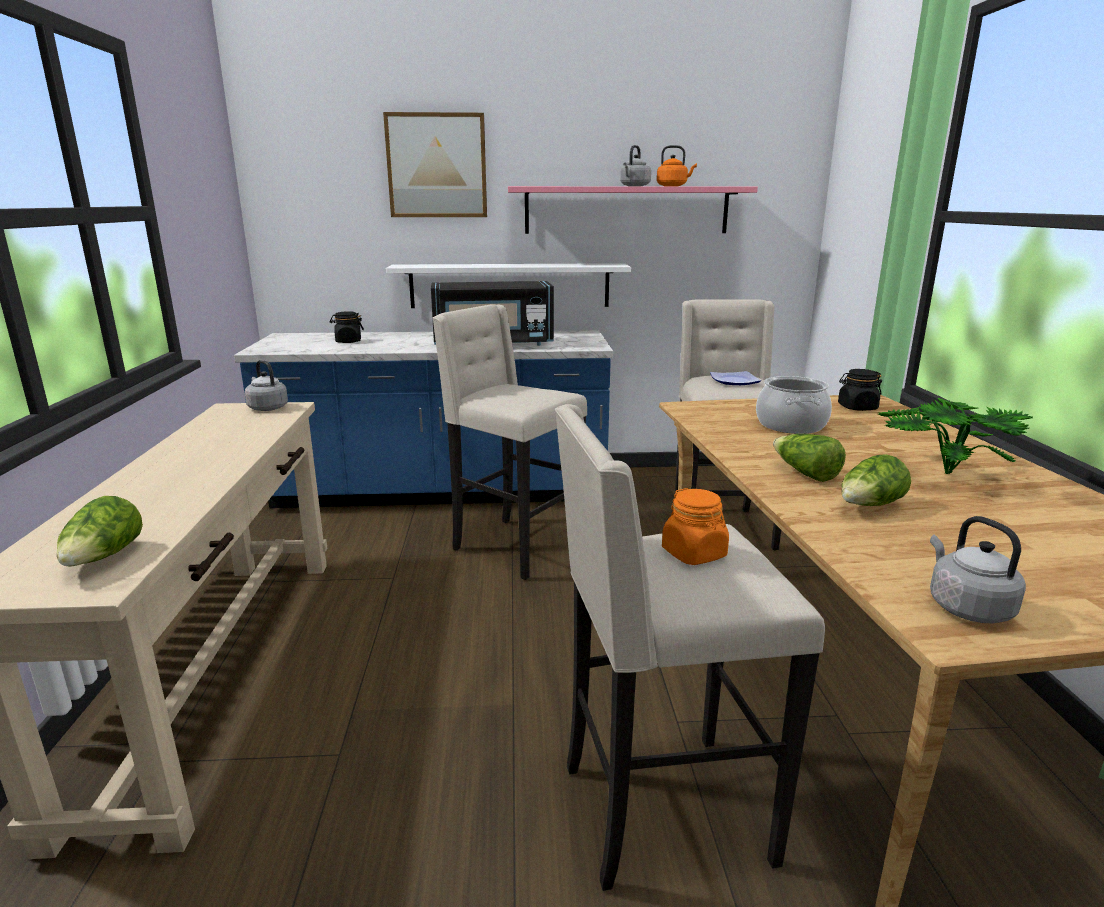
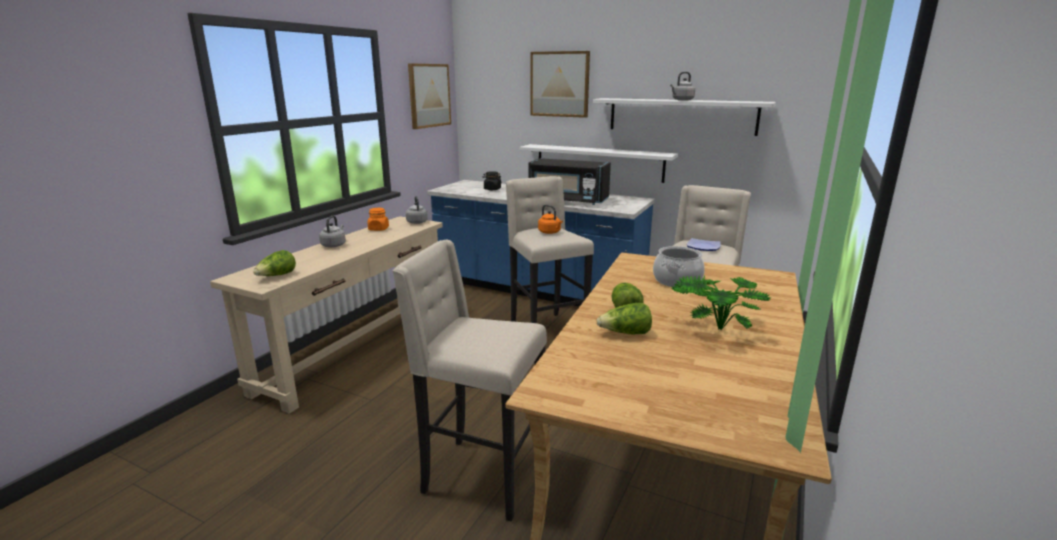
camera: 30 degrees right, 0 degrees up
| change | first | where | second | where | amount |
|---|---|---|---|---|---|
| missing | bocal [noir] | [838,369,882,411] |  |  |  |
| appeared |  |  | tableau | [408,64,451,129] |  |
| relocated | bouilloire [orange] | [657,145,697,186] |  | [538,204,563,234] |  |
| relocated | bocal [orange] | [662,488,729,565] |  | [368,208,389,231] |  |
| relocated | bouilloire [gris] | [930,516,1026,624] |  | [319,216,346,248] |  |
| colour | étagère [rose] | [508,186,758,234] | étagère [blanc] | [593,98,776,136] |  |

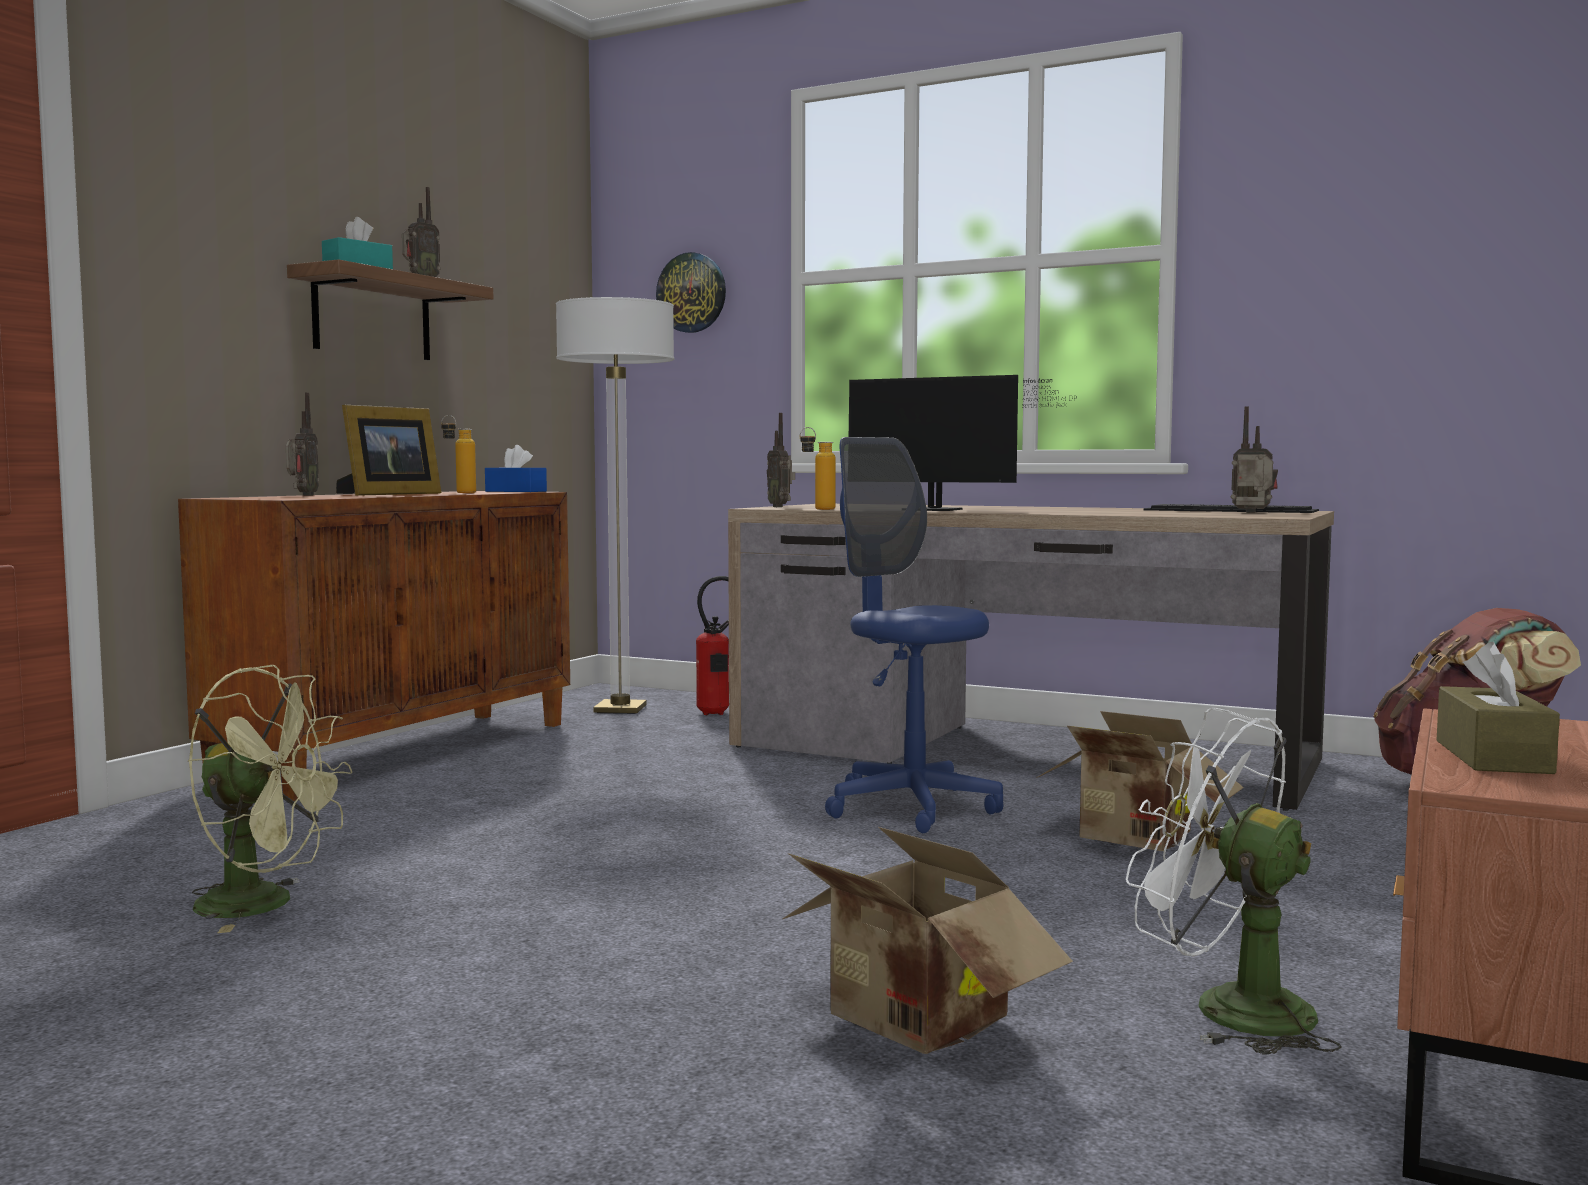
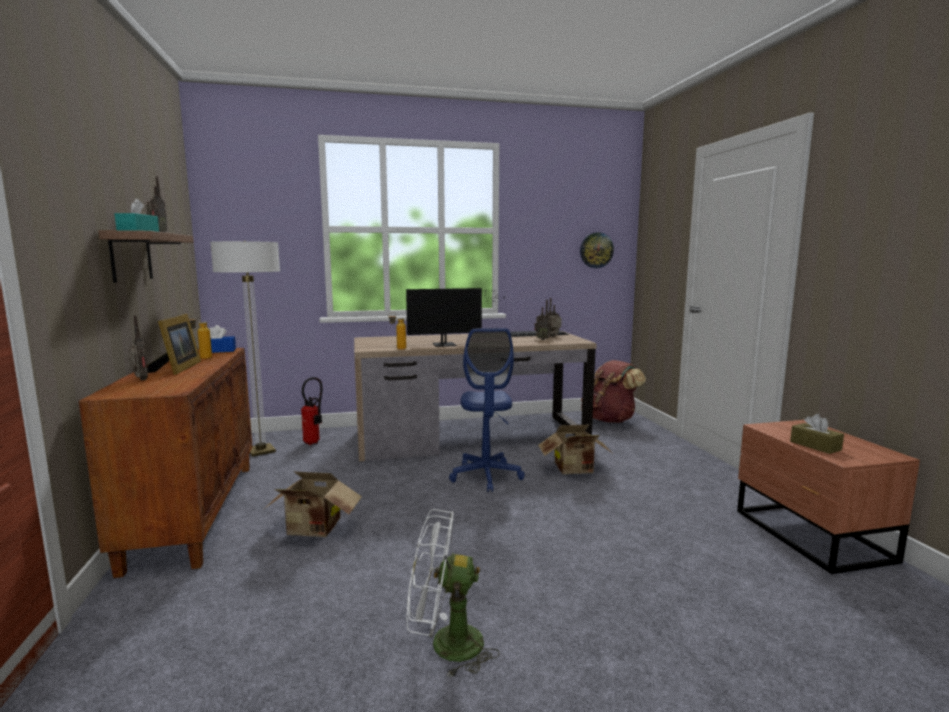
camera: 40 degrees left, 5 degrees up
| change | first | where | second | where | amount |
|---|---|---|---|---|---|
| missing | ventilateur [vert] | [188,665,352,933] |  |  |  |
| relocated | horloge murale | [656,252,726,333] |  | [580,232,614,268] |  |
| relocated | radio | [767,413,795,507] |  | [534,300,551,340] |  |
| relocated | carton | [783,827,1073,1054] |  | [264,471,362,537] |  |
| relocated | ventilateur [blanc] | [1126,708,1341,1055] |  | [407,509,500,678] |  |
| spun | chaise de bureau [bleu] | [825,437,1003,833] |  | [449,328,525,492] | 105 degrees counterclockwise |

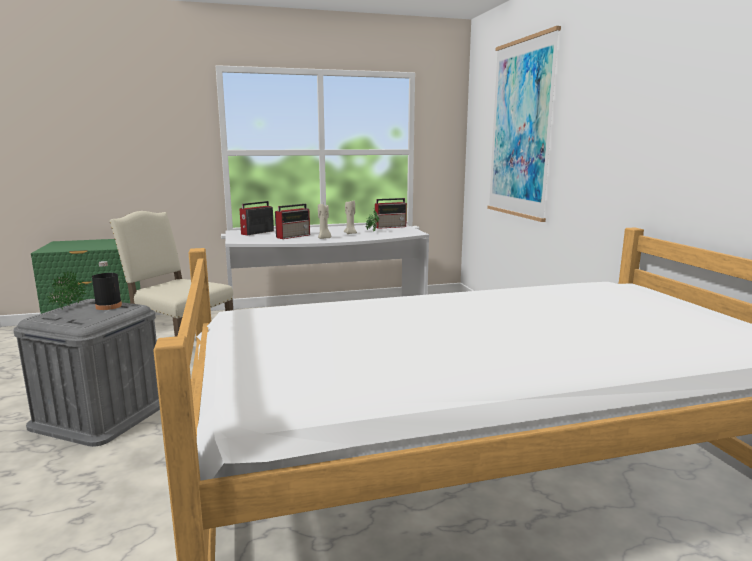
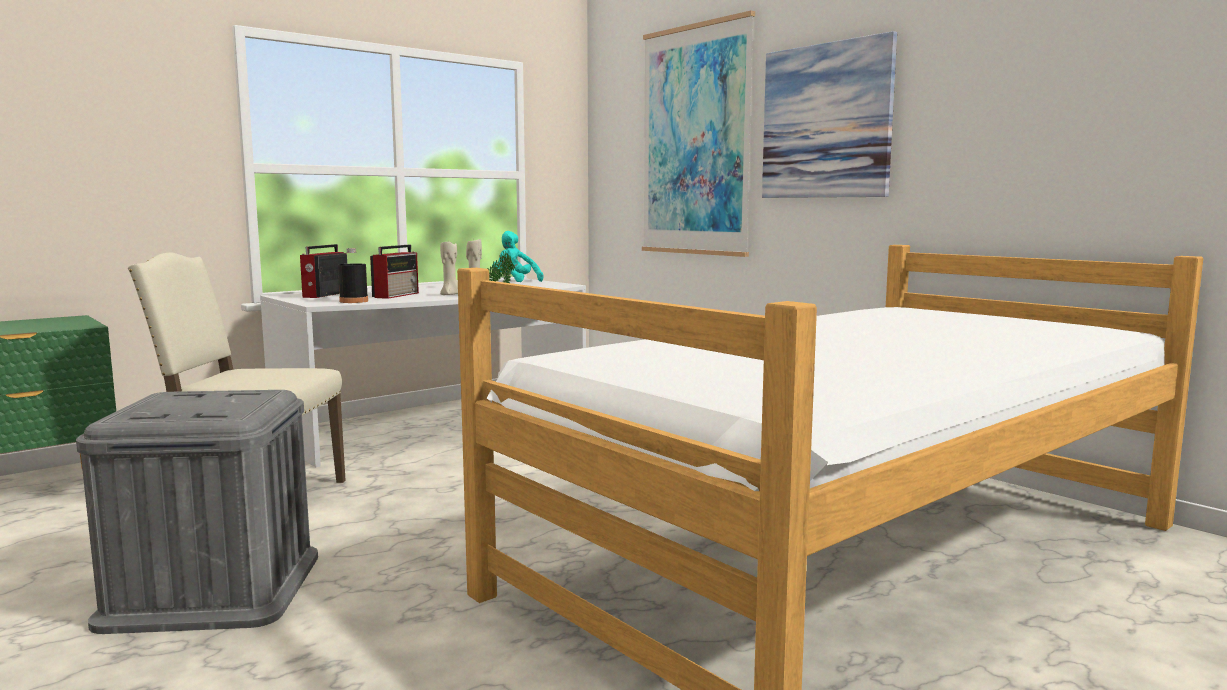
camera: 25 degrees left, 5 degrees down
| change | first | where | second | where | amount |
|---|---|---|---|---|---|
| missing | plante en pot | [47,271,86,309] |  |  |  |
| appeared |  |  | tableau | [762,31,897,198] |  |
| relocated | bouteille [noir] | [92,261,122,310] |  | [338,248,368,303] |  |
| exchanged | radio | [375,198,407,229] | peluche [turquoise] | [492,231,543,282] |  |

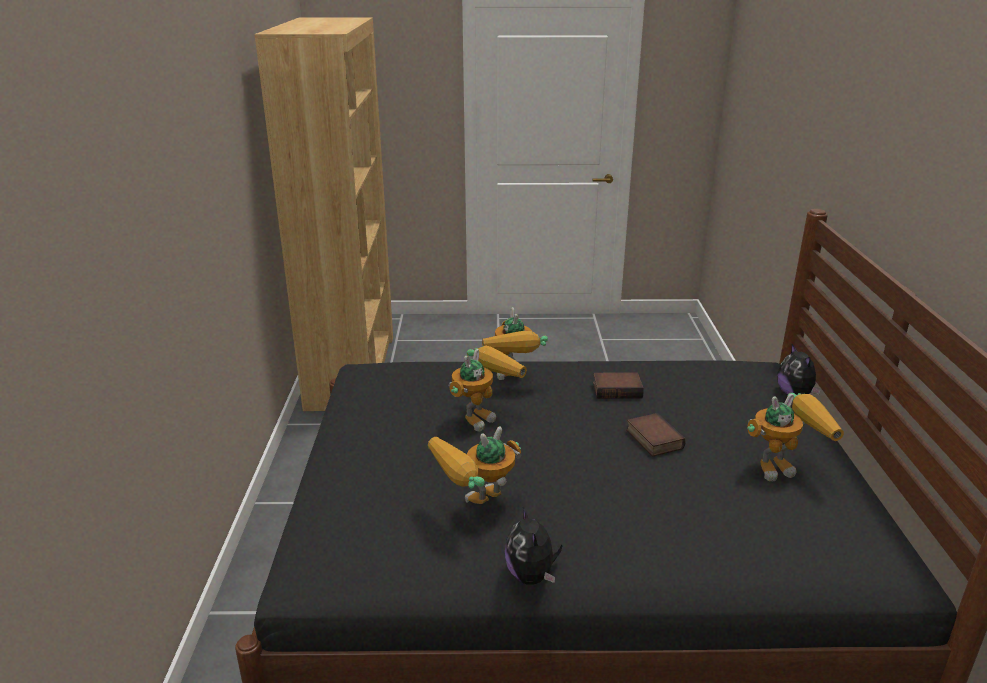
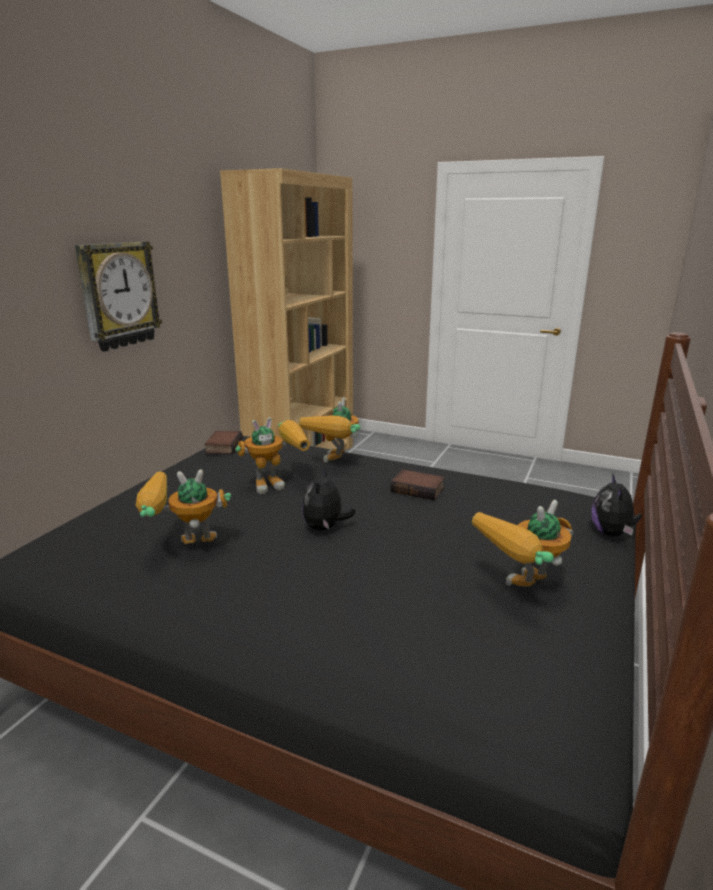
camera: 25 degrees right, 5 degrees down
| change | first | where | second | where | amount |
|---|---|---|---|---|---|
| appeared |  |  | horloge murale | [75,242,162,351] |  |
| relocated | peluche | [505,507,562,585] |  | [302,467,356,531] |  |
| relocated | livre | [626,413,686,457] |  | [204,431,243,454] |  |
| spun | robot jouet | [747,393,844,481] |  | [472,500,574,587] | 135 degrees clockwise |

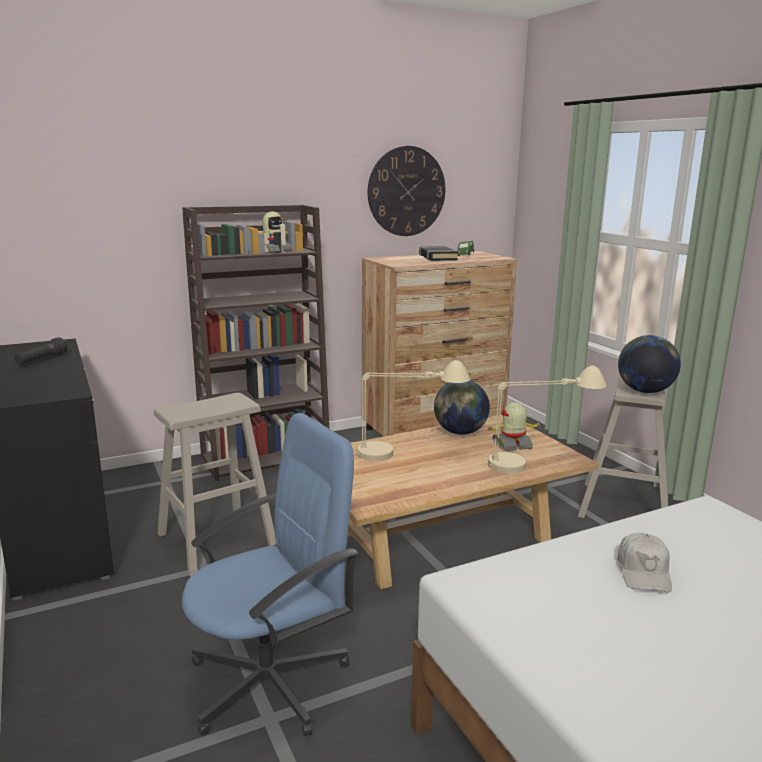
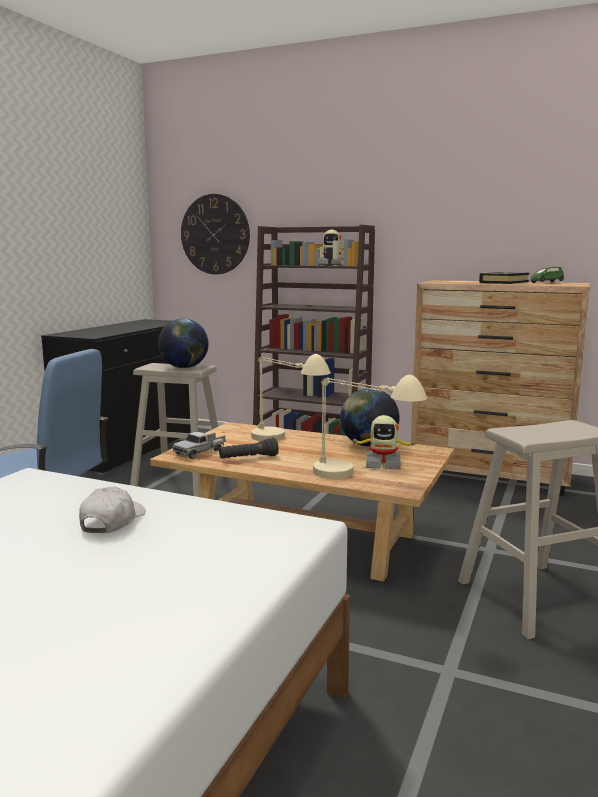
camera: 50 degrees right, 5 degrees down
| change | first | where | second | where | amount |
|---|---|---|---|---|---|
| appeared |  |  | camion jouet | [172,432,225,459] |  |
| relocated | lampe de poche [noir] | [14,337,68,365] |  | [219,438,279,459] |  |
| relocated | horloge murale | [368,146,445,236] |  | [181,194,250,274] |  |
| relocated | globe | [618,335,681,393] |  | [158,319,209,368] |  |
| spun | robot jouet | [486,403,541,451] |  | [350,415,416,469] | 150 degrees clockwise |
| spun | casquette [blanc] | [617,533,672,593] |  | [79,486,146,533] | 135 degrees clockwise |

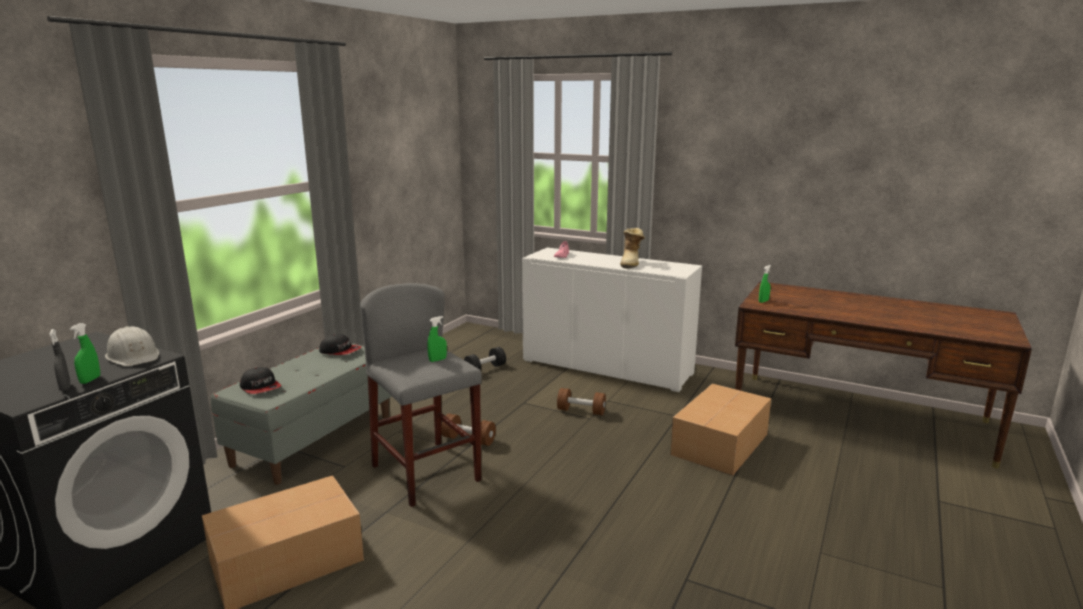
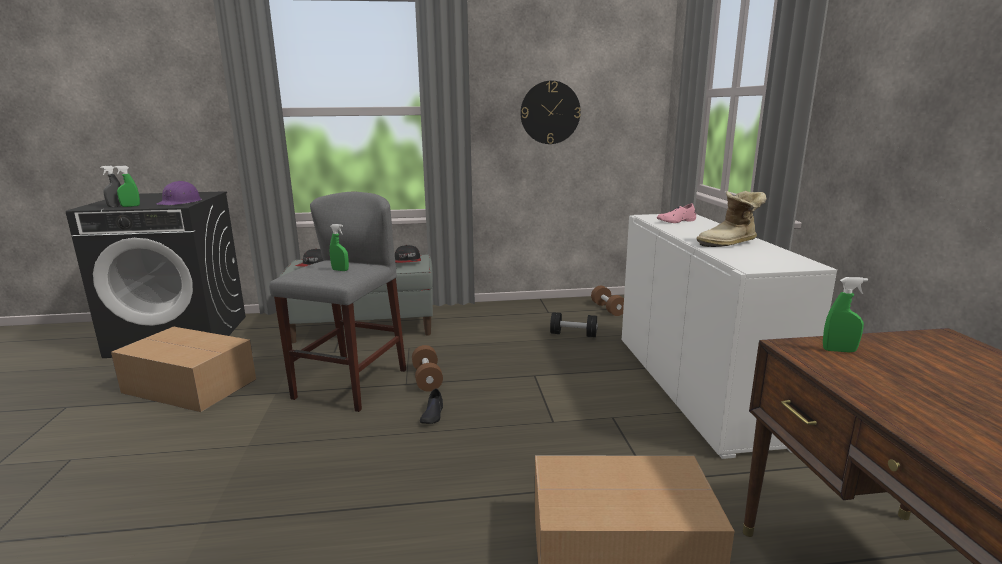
camera: 55 degrees right, 0 degrees up
| change | first | where | second | where | amount |
|---|---|---|---|---|---|
| appeared |  |  | chaussure [noir] | [420,388,443,424] |  |
| appeared |  |  | horloge murale | [520,81,581,144] |  |
| relocated | haltère [marron] | [557,388,606,415] |  | [591,286,624,316] |  |
| colour | casque de chantier [blanc] | [105,326,159,366] | casque de chantier [violet] | [156,181,202,205] |  |

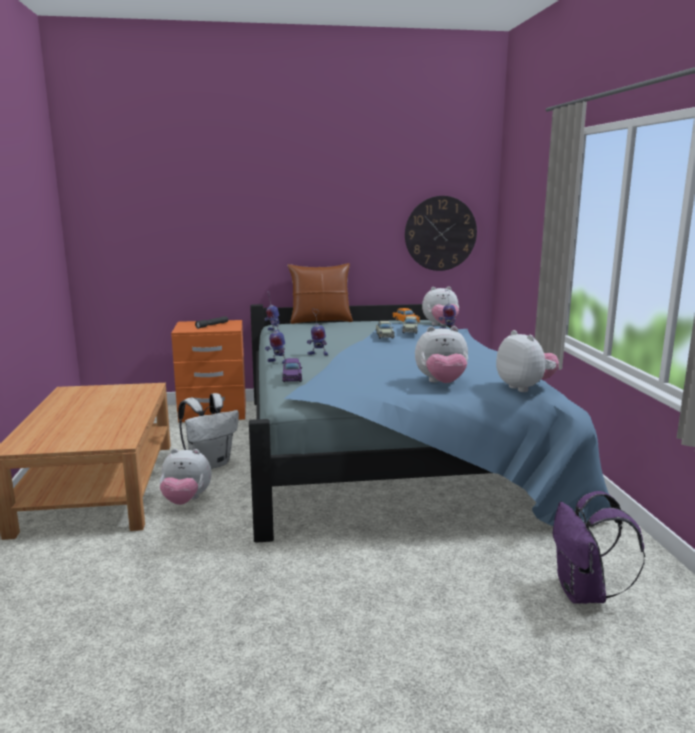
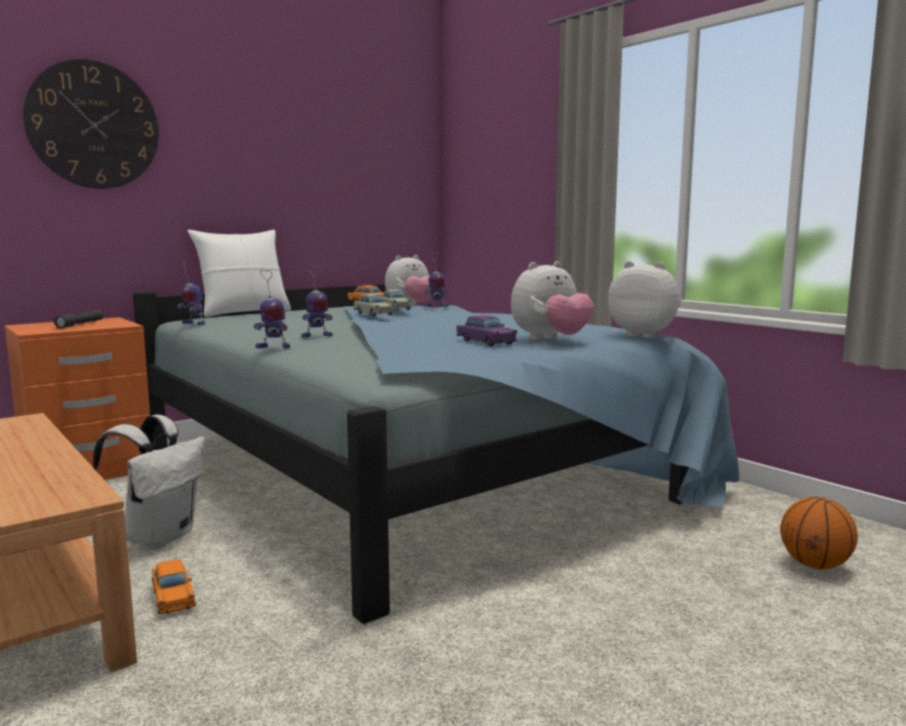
camera: 30 degrees left, 5 degrees down
| change | first | where | second | where | amount |
|---|---|---|---|---|---|
| relocated | petite voiture [violet] | [282,358,302,382] |  | [457,315,517,347] |  |
| relocated | horloge murale | [405,196,477,271] |  | [23,59,159,189] |  |
| exchanged | peluche | [159,449,212,505] | petite voiture [orange] | [152,560,196,614] |  |
| exchanged | sac à dos [violet] | [553,491,645,604] | ballon de basket | [780,496,858,569] |  |
| colour | coussin [marron] | [288,263,353,324] | coussin [blanc] | [187,230,291,317] |  |

